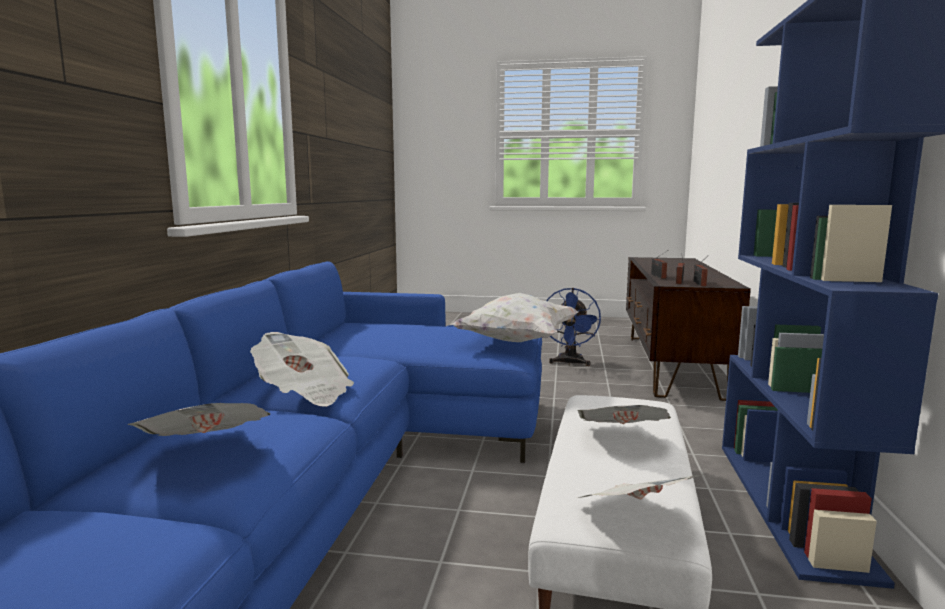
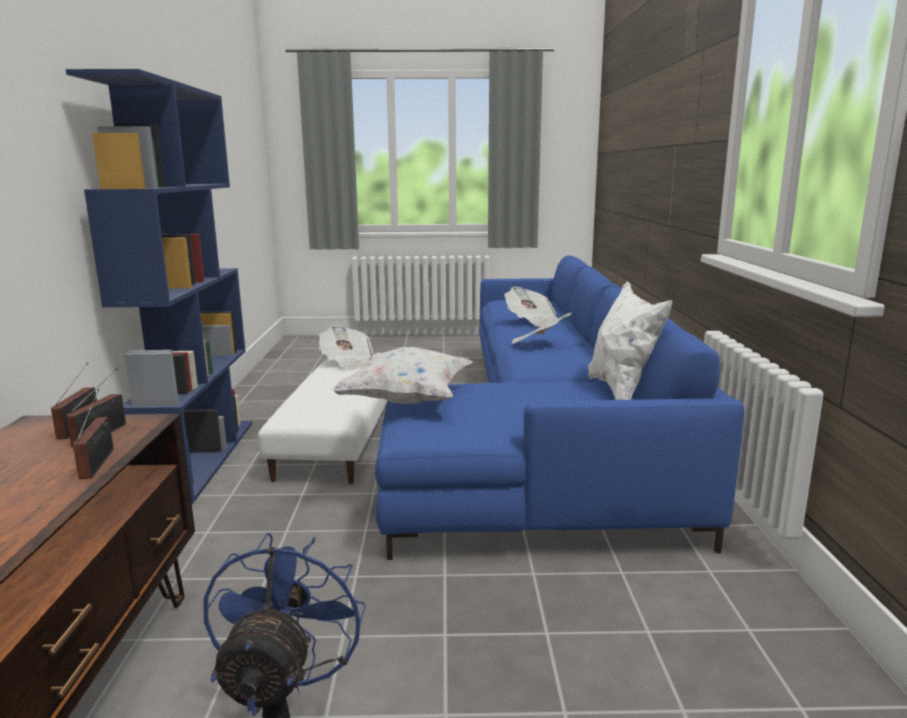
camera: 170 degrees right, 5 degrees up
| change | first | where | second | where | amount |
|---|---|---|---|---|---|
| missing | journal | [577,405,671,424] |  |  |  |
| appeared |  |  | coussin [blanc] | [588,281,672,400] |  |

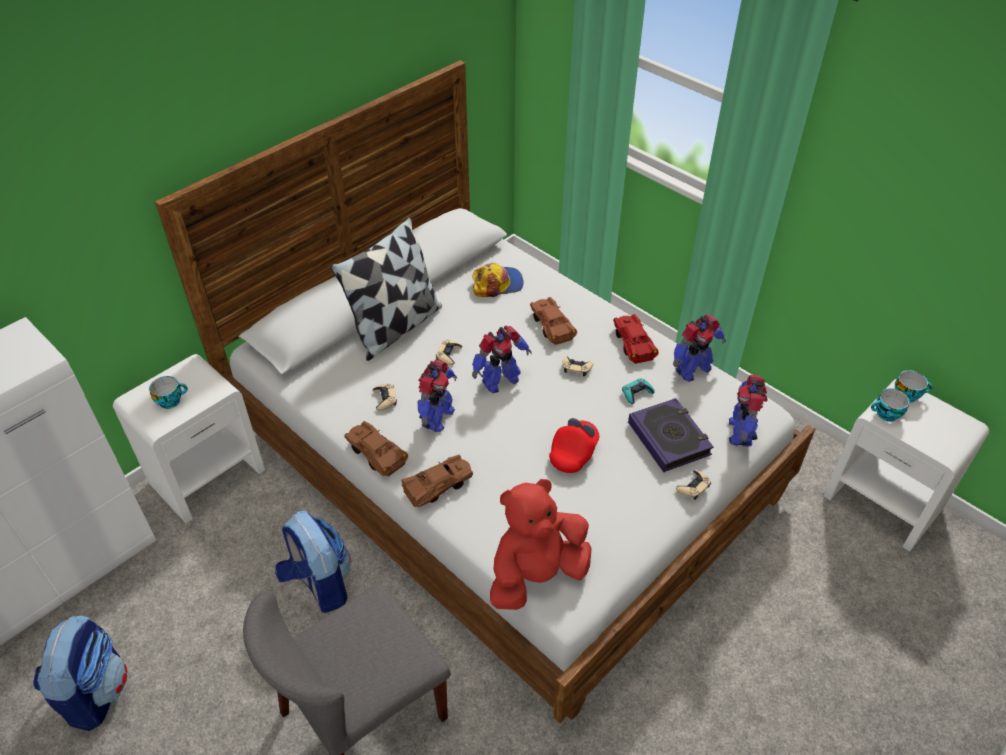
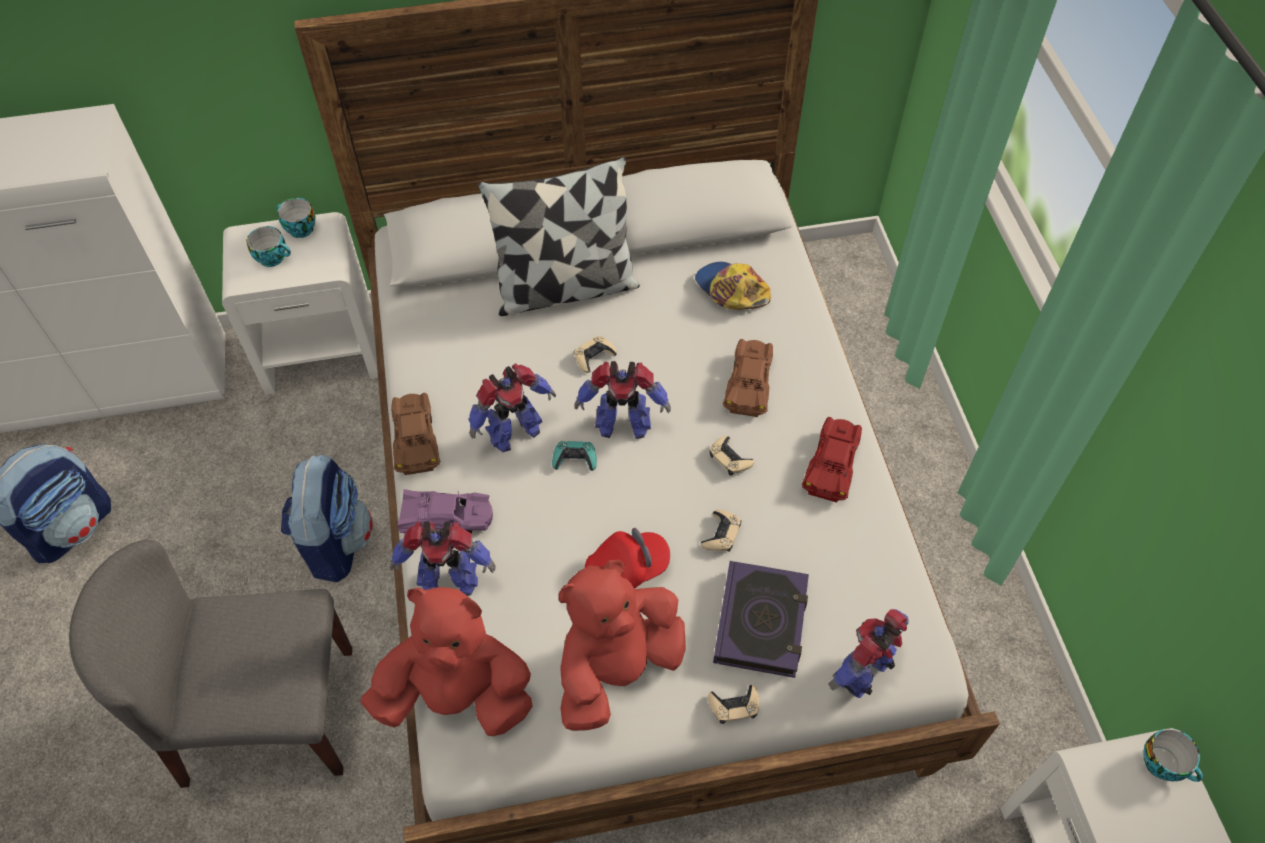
camera: 35 degrees right, 10 degrees up
| change | first | where | second | where | amount |
|---|---|---|---|---|---|
| appeared |  |  | peluche [rouge] | [558,560,686,731] |  |
| relocated | manette [beige] | [373,384,397,411] |  | [701,510,741,552] |  |
| relocated | manette [turquoise] | [622,378,655,404] |  | [552,441,597,471] |  |
| relocated | robot jouet | [673,315,726,382] |  | [390,522,496,596] |  |
| relocated | tasse | [871,388,909,422] |  | [277,198,316,238] |  |
| colour | petite voiture [marron] | [402,455,473,507] | petite voiture [violet] | [398,489,493,535] |  |
| spun | casquette | [472,263,524,297] |  | [695,262,771,310] | 150 degrees counterclockwise |

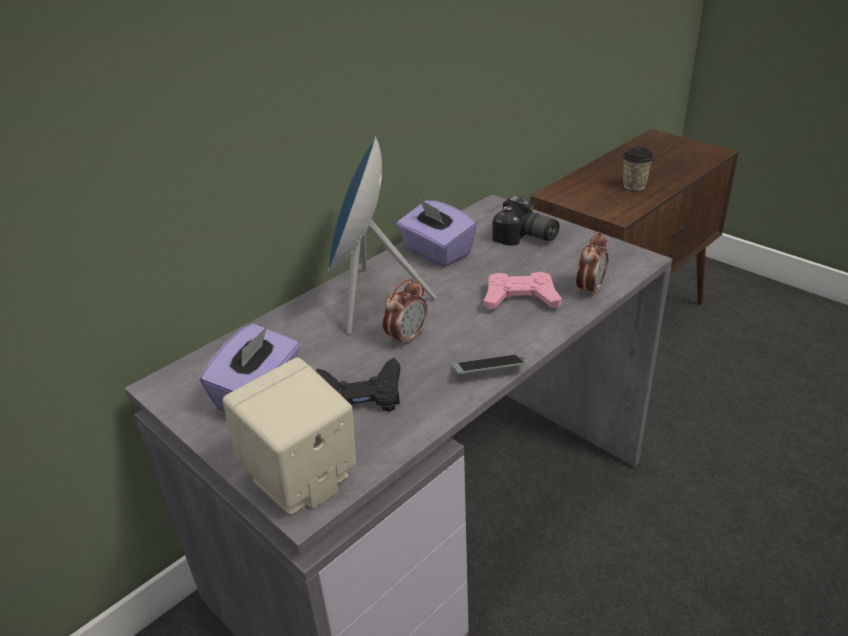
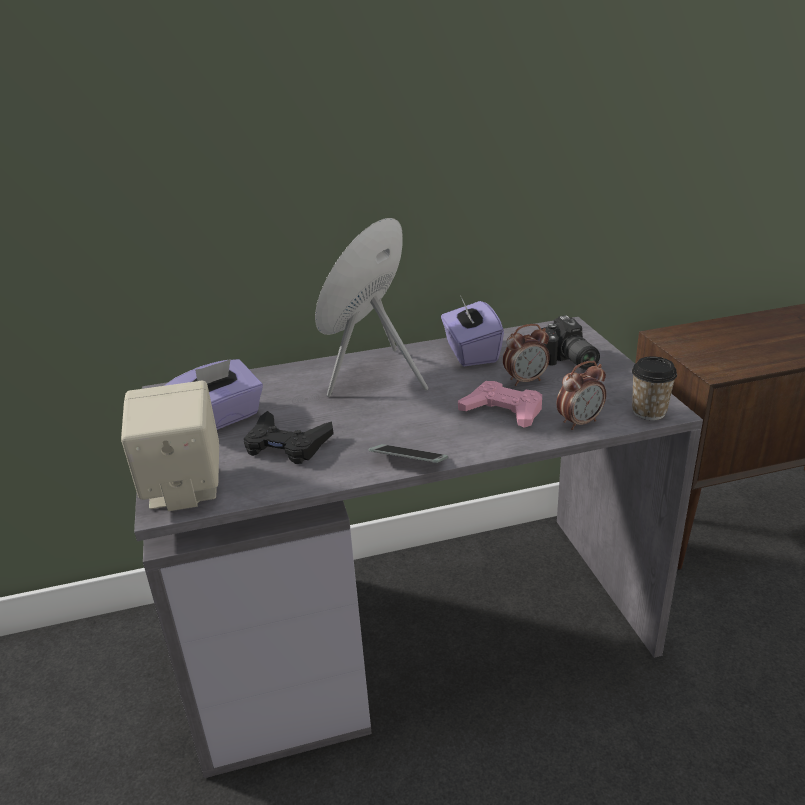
camera: 30 degrees right, 5 degrees down
| change | first | where | second | where | amount |
|---|---|---|---|---|---|
| relocated | réveil | [382,278,427,348] |  | [503,324,550,386] |  |
| relocated | tasse | [623,147,653,191] |  | [632,356,677,420] |  |

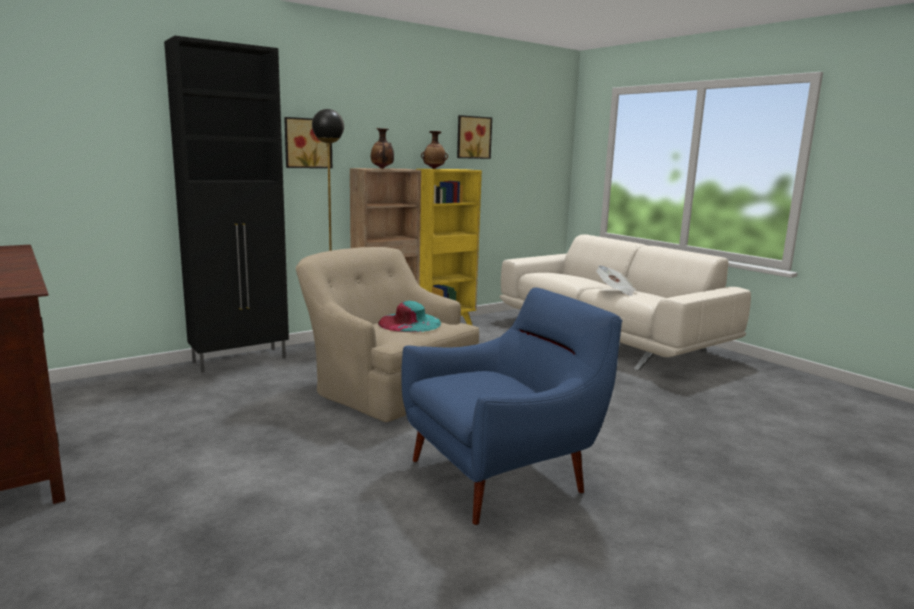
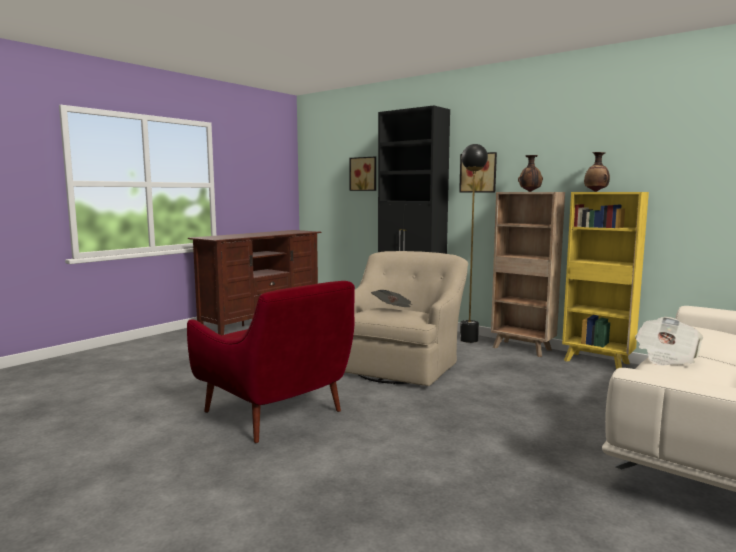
camera: 75 degrees right, 5 degrees down
| change | first | where | second | where | amount |
|---|---|---|---|---|---|
| relocated | tableau | [457,115,492,159] |  | [349,156,376,191] |  |
| exchanged | chapeau [turquoise] | [378,301,441,332] | journal | [371,290,412,307] |  |
| colour | fauteuil [bleu] | [401,288,623,525] | fauteuil [rouge] | [187,281,355,443] |  |

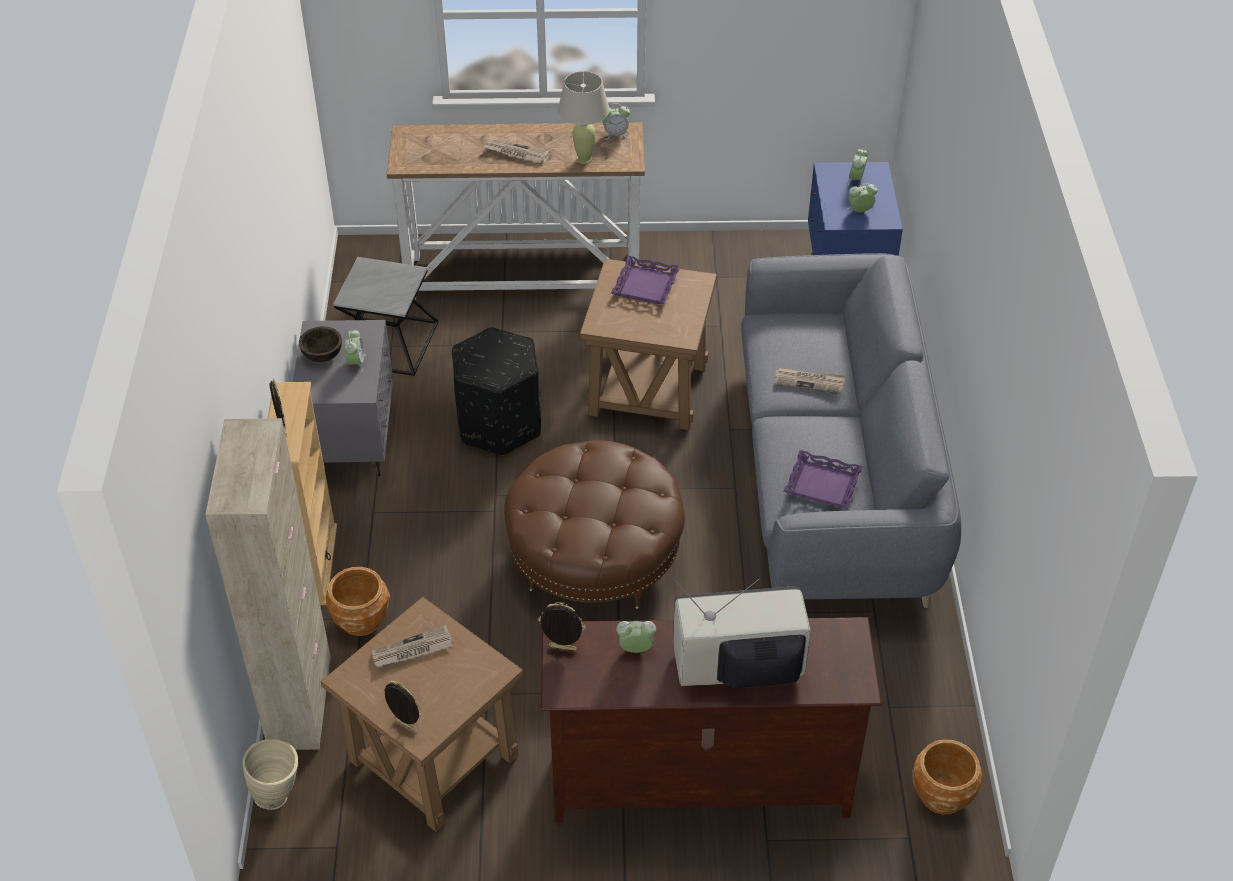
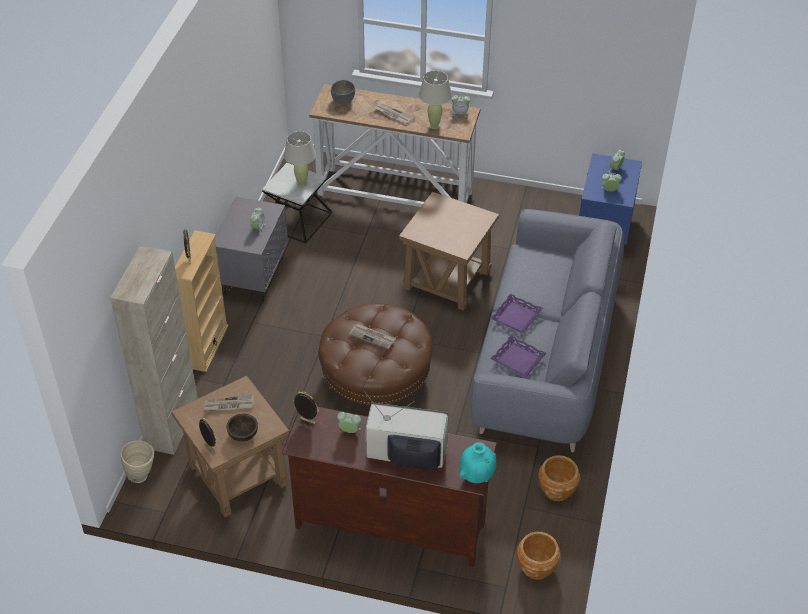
camera: 15 degrees right, 0 degrees up
| change | first | where | second | where | amount |
|---|---|---|---|---|---|
| missing | pouf [noir] | [452,328,541,455] |  |  |  |
| appeared |  |  | lampe de table [beige] | [284,131,316,187] |  |
| appeared |  |  | bol [gris] | [331,80,355,104] |  |
| appeared |  |  | vase [turquoise] | [459,442,497,483] |  |
| relocated | bol [marron] | [299,326,342,362] |  | [226,414,258,442] |  |
| relocated | cache-pot [marron] | [325,567,390,636] |  | [538,455,581,501] |  |
| relocated | plateau [violet] | [611,256,681,304] |  | [490,294,543,334] |  |
| relocated | journal | [774,367,845,394] |  | [349,324,396,349] |  |

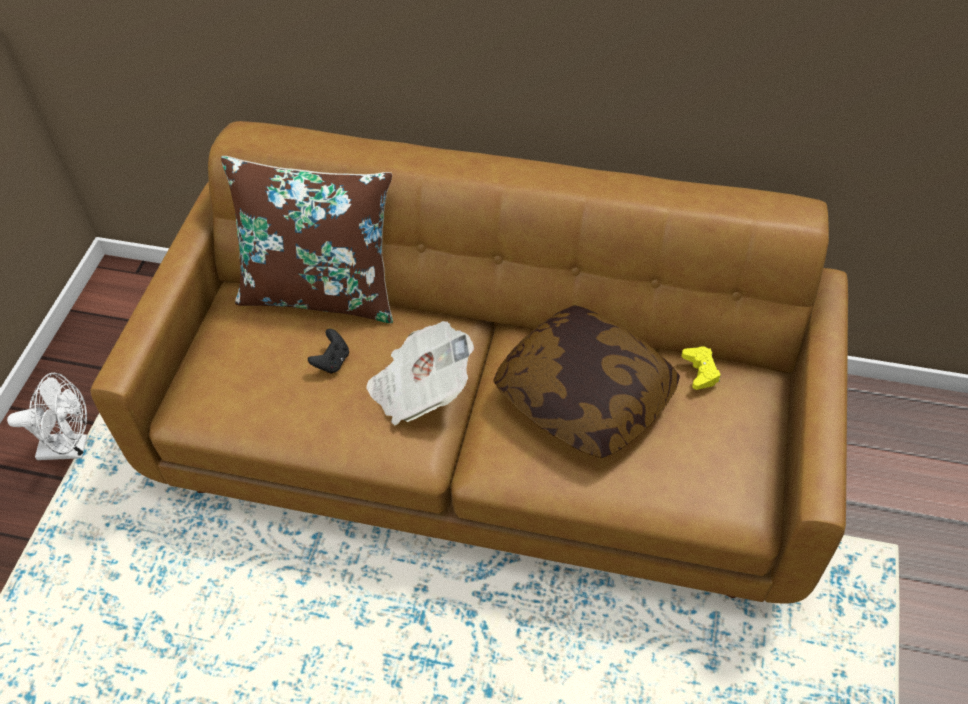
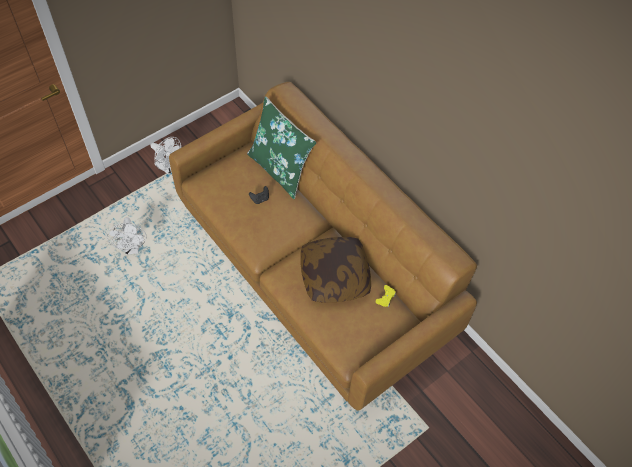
camera: 35 degrees right, 5 degrees up
| change | first | where | second | where | amount |
|---|---|---|---|---|---|
| missing | journal | [366,321,474,426] |  |  |  |
| appeared |  |  | ventilateur [blanc] | [106,217,146,255] |  |
| colour | coussin [marron] | [221,156,393,323] | coussin [vert] | [247,96,316,199] |  |

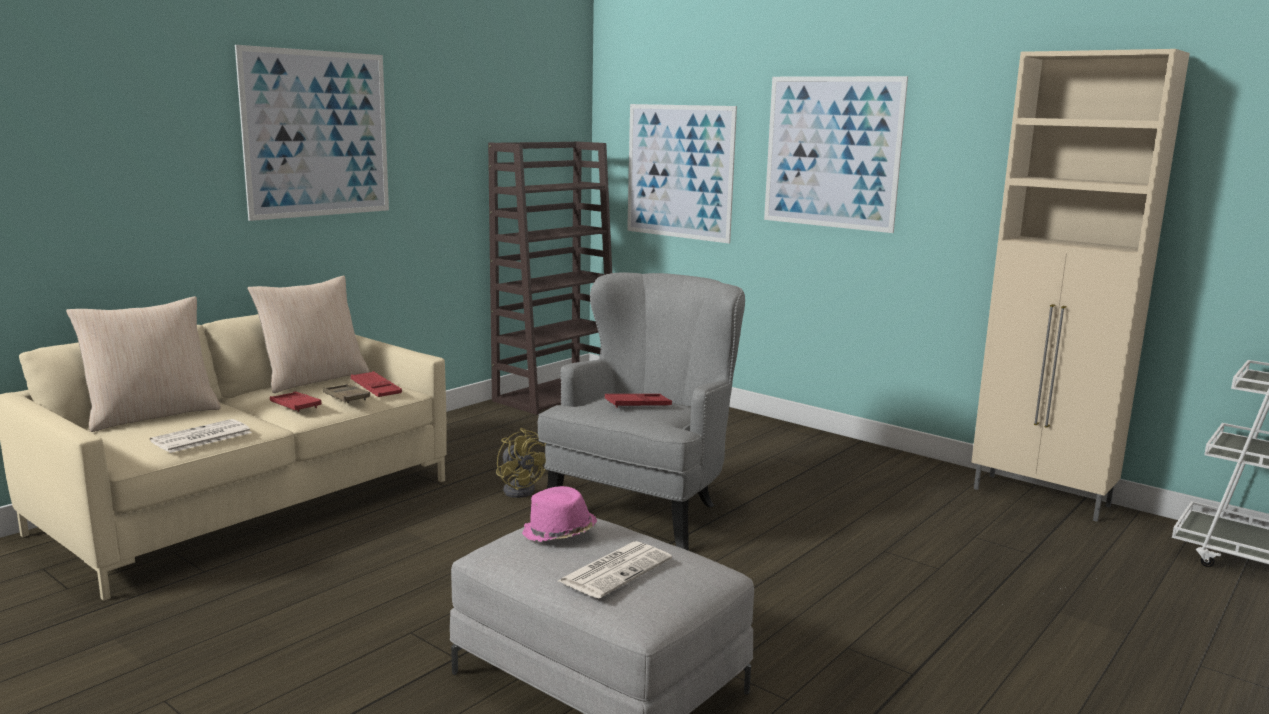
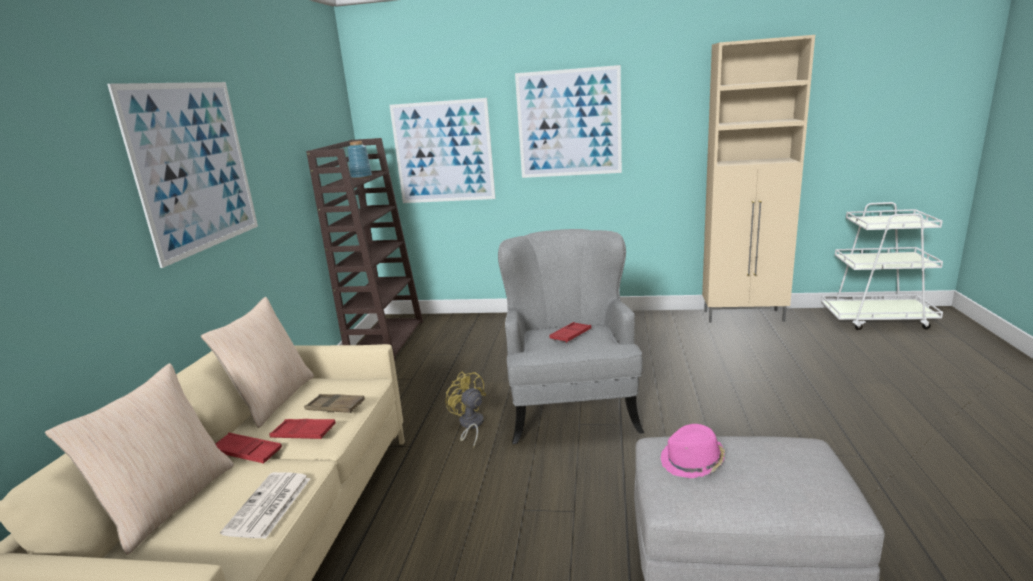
camera: 30 degrees left, 5 degrees up
| change | first | where | second | where | amount |
|---|---|---|---|---|---|
| missing | journal | [558,541,672,598] |  |  |  |
| appeared |  |  | vase [bleu] | [347,141,372,179] |  |
| relocated | plateau [rouge] | [351,371,402,397] |  | [216,433,282,464] |  |
| spun | ventilateur [jaune] | [496,428,546,498] |  | [446,372,486,448] | 150 degrees counterclockwise |

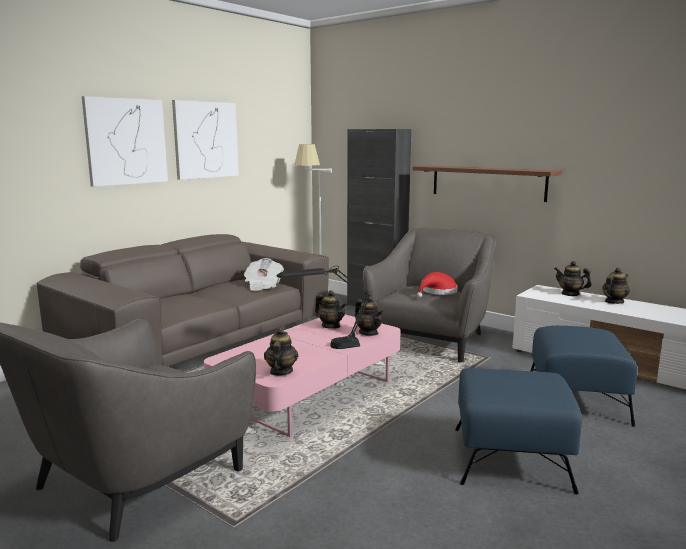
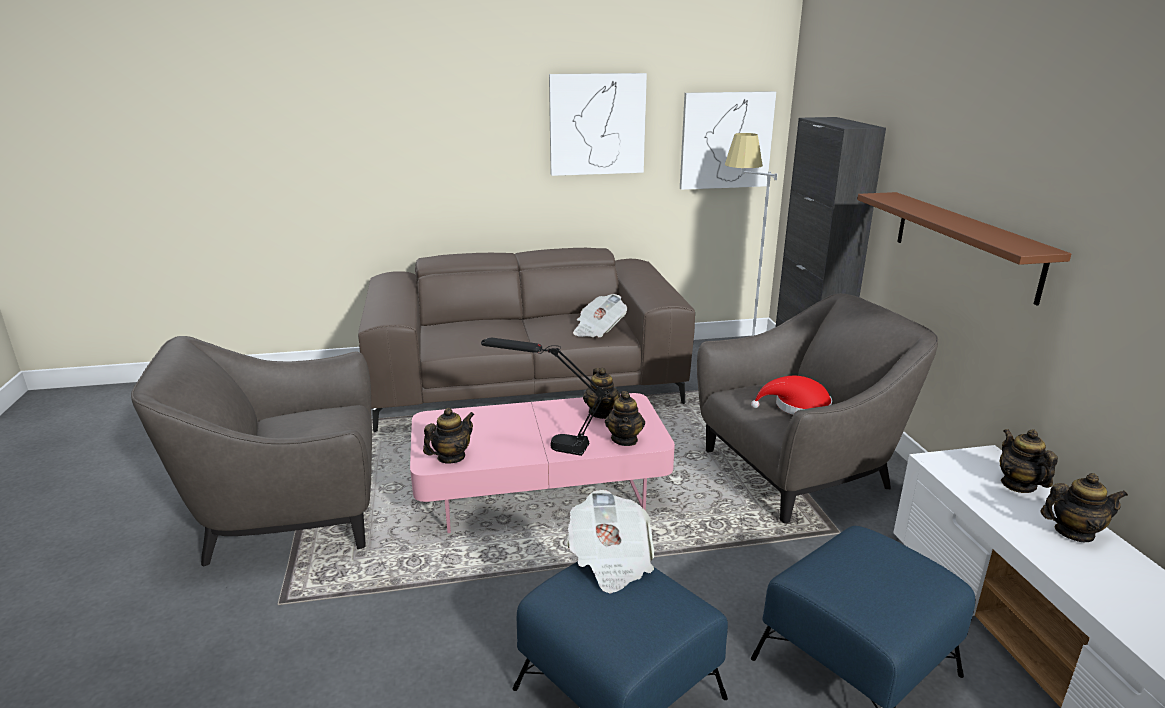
camera: 40 degrees right, 10 degrees up
| change | first | where | second | where | amount |
|---|---|---|---|---|---|
| appeared |  |  | journal | [566,490,654,594] |  |
| relocated | tableau | [82,96,168,187] |  | [680,91,776,190] |  |

